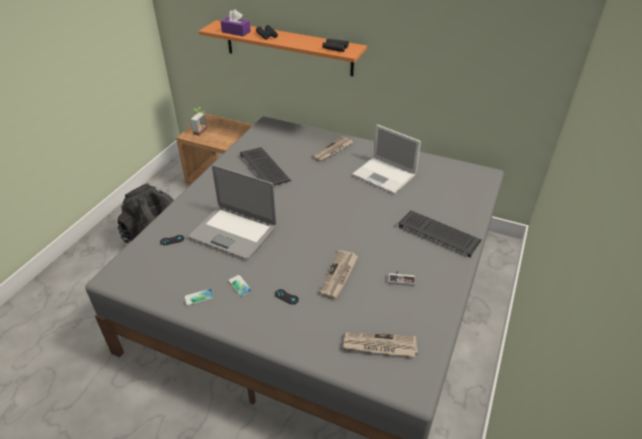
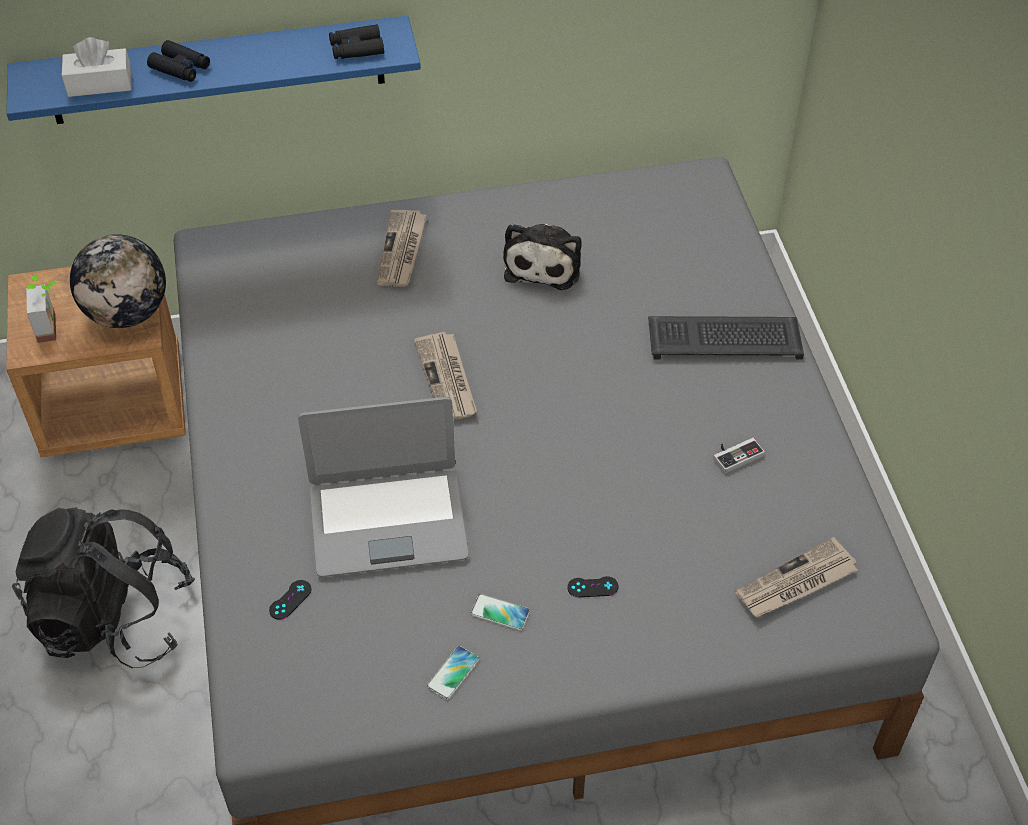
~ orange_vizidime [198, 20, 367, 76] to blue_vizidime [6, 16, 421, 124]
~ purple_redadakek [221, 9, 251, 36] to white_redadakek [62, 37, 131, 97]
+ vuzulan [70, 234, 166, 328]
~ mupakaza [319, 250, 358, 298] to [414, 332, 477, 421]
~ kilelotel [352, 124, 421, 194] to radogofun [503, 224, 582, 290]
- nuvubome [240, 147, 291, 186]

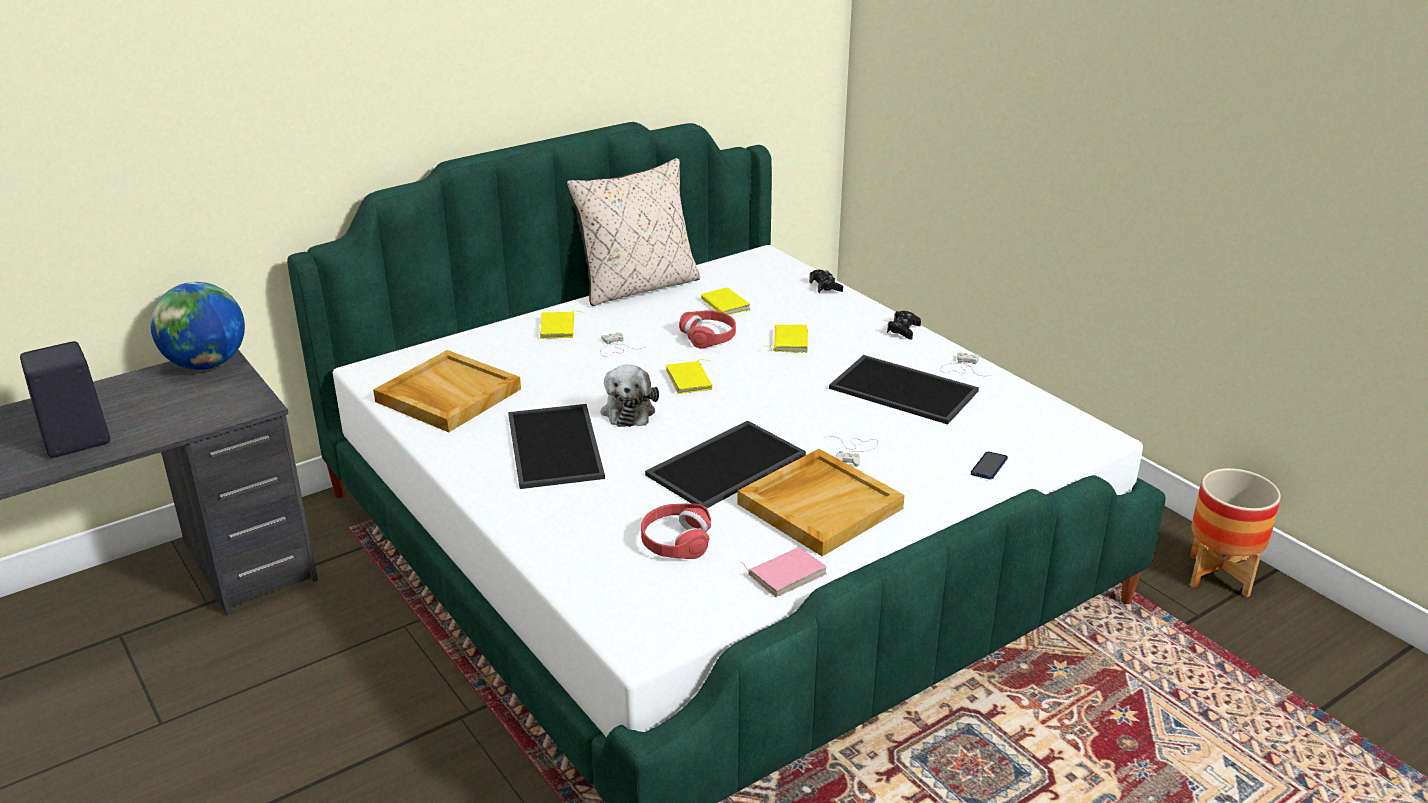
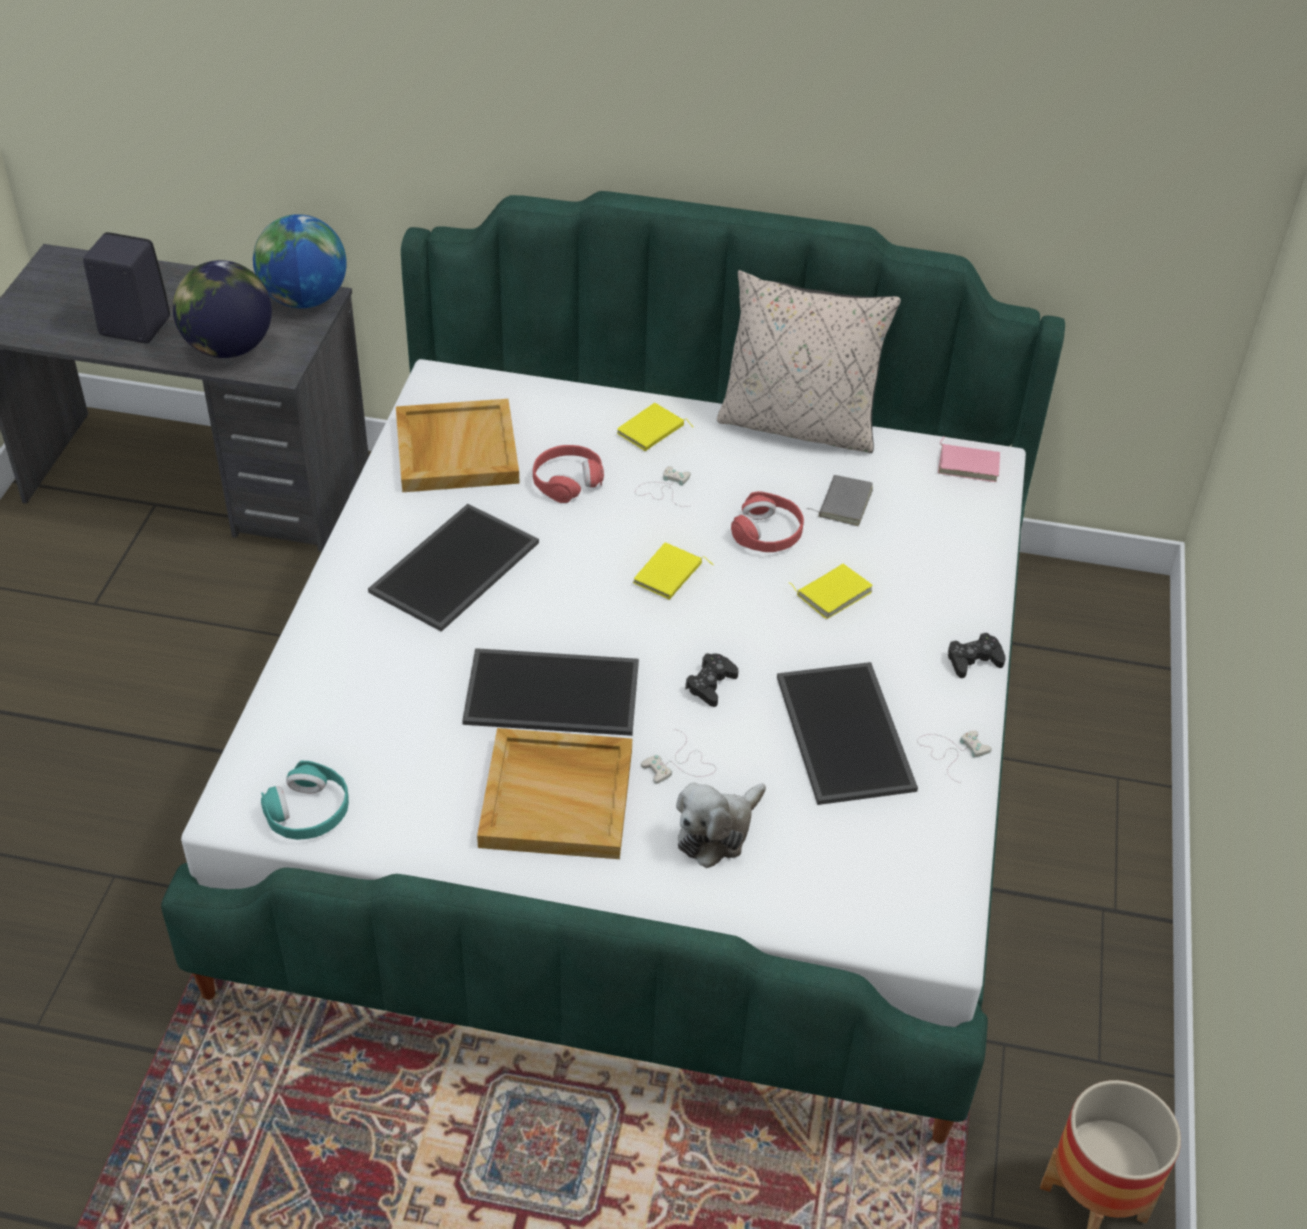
+ vuzulan [173, 260, 272, 358]
+ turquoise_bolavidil [261, 761, 349, 840]
~ red_bolavidil [641, 504, 711, 559] to [533, 445, 604, 503]
~ radogofun [601, 365, 659, 427] to [676, 782, 766, 868]
~ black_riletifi [809, 270, 843, 293] to [685, 653, 738, 707]
~ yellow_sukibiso [701, 287, 750, 315] to grey_sukibiso [807, 475, 873, 526]
~ pink_sukibiso [740, 547, 827, 597] to [938, 436, 1000, 482]
- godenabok [971, 452, 1008, 479]

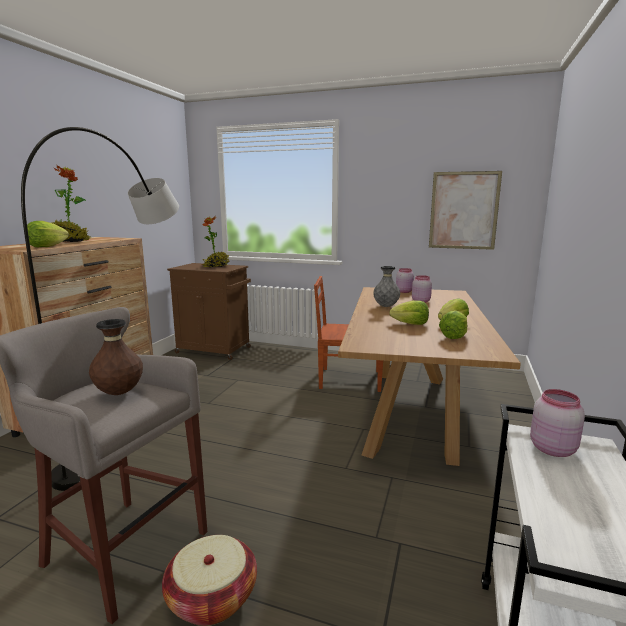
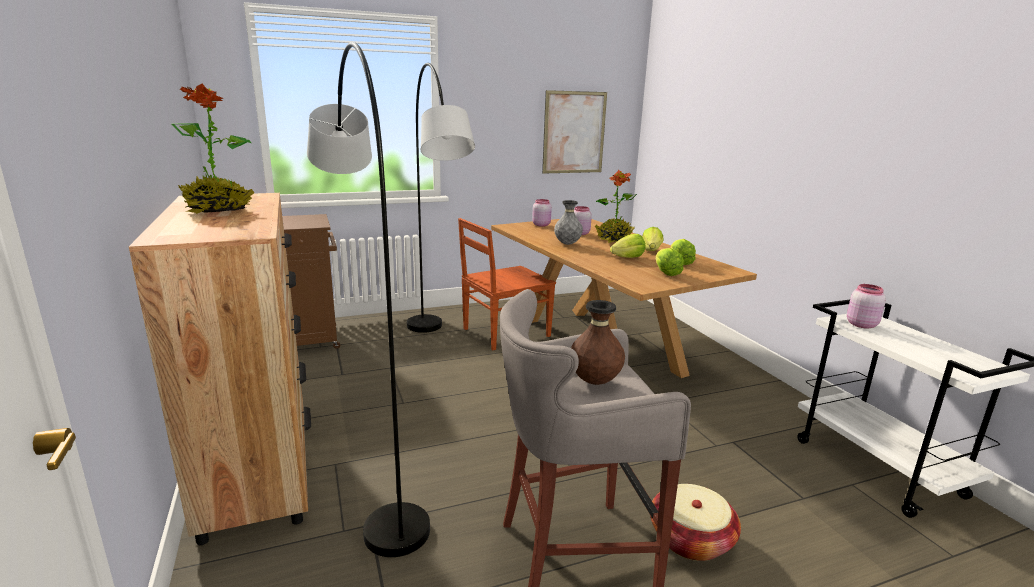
+ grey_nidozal [407, 63, 475, 333]
~ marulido [202, 216, 229, 267] to [595, 170, 637, 243]
~ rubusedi [27, 221, 69, 247] to [656, 248, 684, 276]

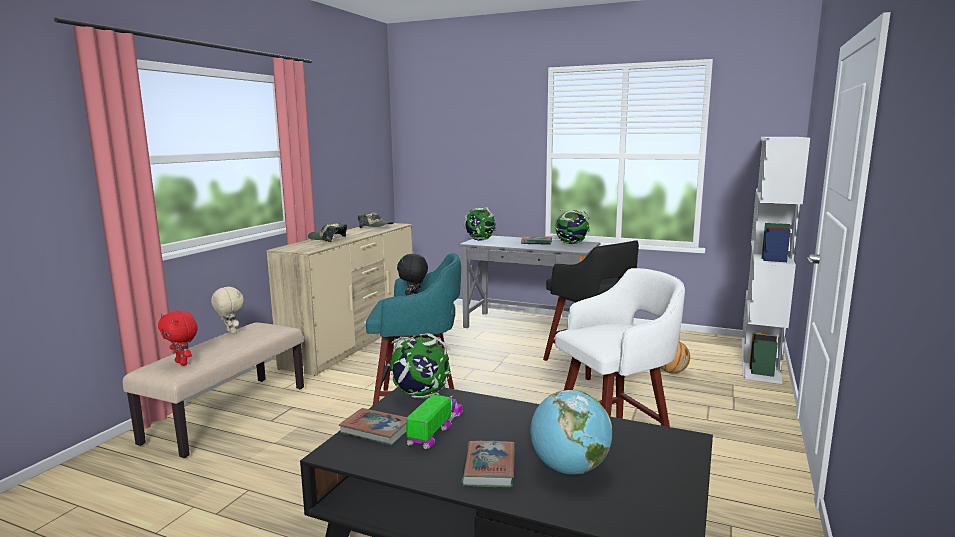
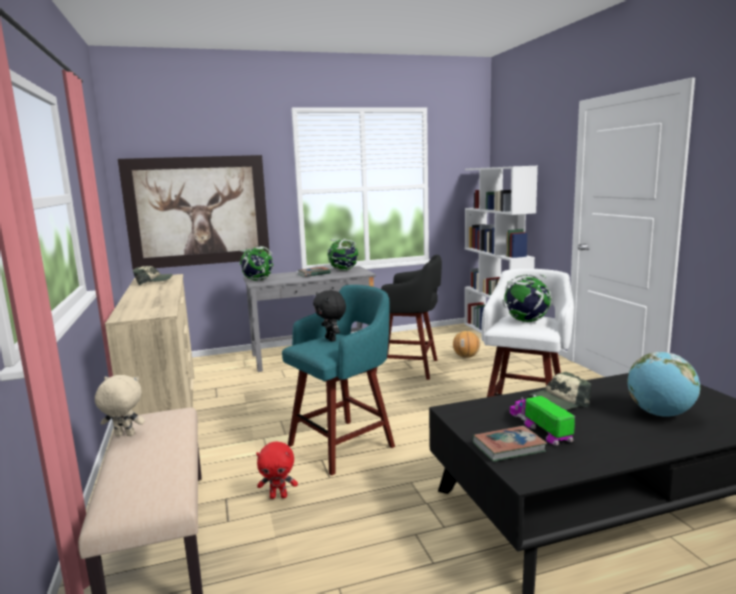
+ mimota [118, 155, 269, 270]
~ red_radogofun [158, 311, 198, 366] to [256, 441, 298, 499]
~ vuzulan [387, 333, 451, 399] to [502, 274, 552, 322]
~ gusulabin [308, 223, 347, 242] to [529, 372, 591, 410]
- sukibiso [461, 441, 515, 487]

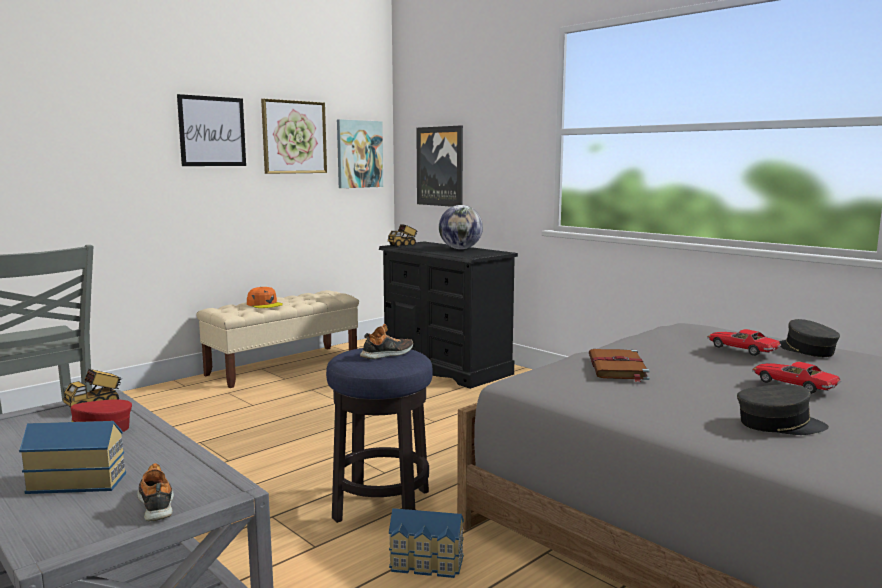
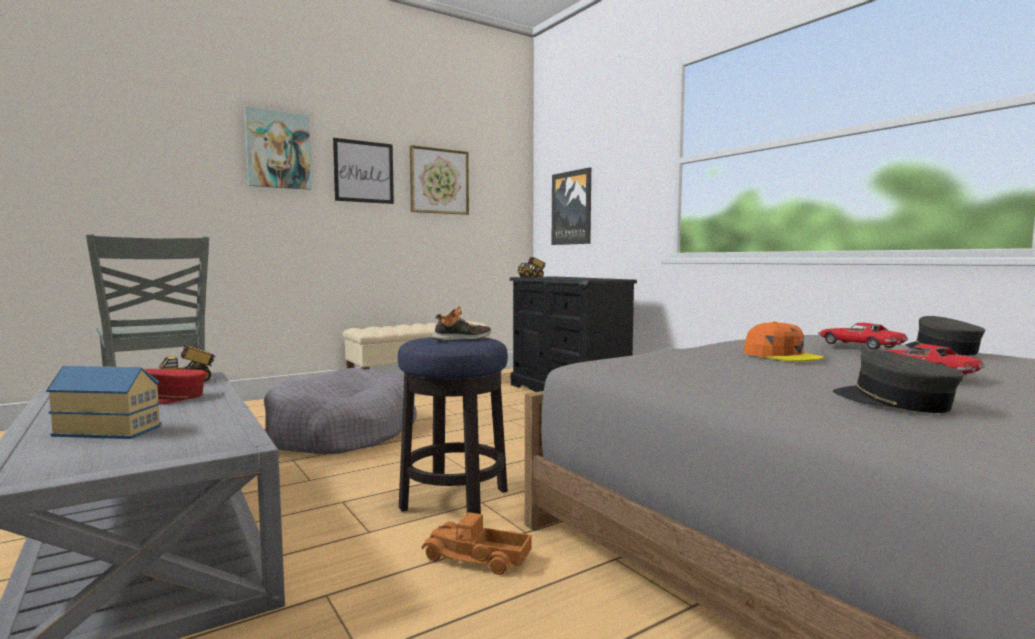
~ mimota [337, 119, 383, 188] to [244, 106, 312, 190]
+ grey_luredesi [264, 368, 417, 454]
~ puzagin [389, 508, 464, 578] to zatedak [421, 512, 531, 575]
~ orange_gusulabin [247, 287, 283, 308] to [744, 322, 824, 361]
~ grey_gusulabin [737, 384, 829, 435] = [833, 349, 964, 413] 135 degrees counterclockwise
- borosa [137, 463, 174, 521]
- vuzulan [439, 205, 483, 249]
- brown_sukibiso [589, 349, 650, 382]

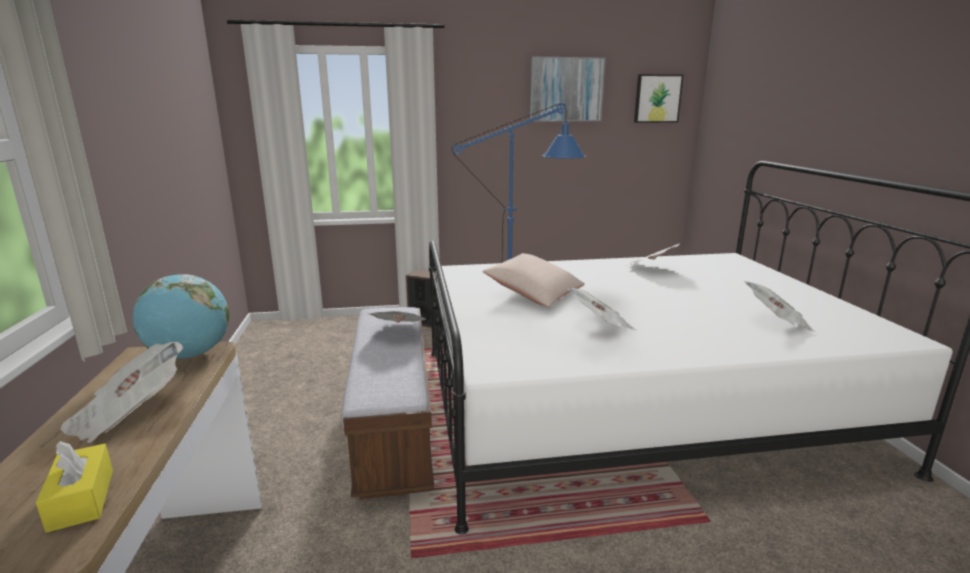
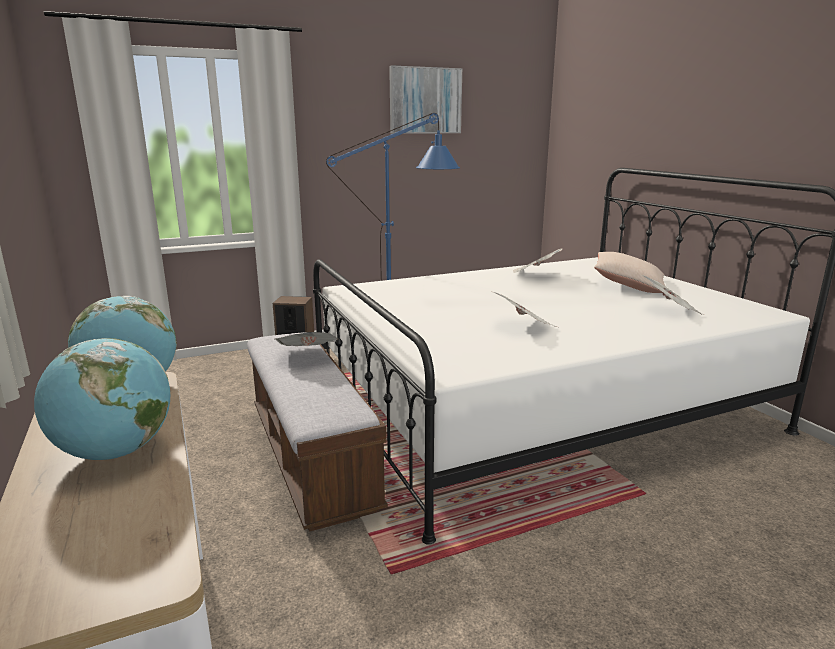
~ mupakaza [60, 342, 183, 443] to vuzulan [34, 338, 170, 460]
~ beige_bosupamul [482, 253, 584, 307] to [594, 252, 665, 293]
- yellow_redadakek [36, 441, 113, 533]
- mimota [634, 74, 684, 123]

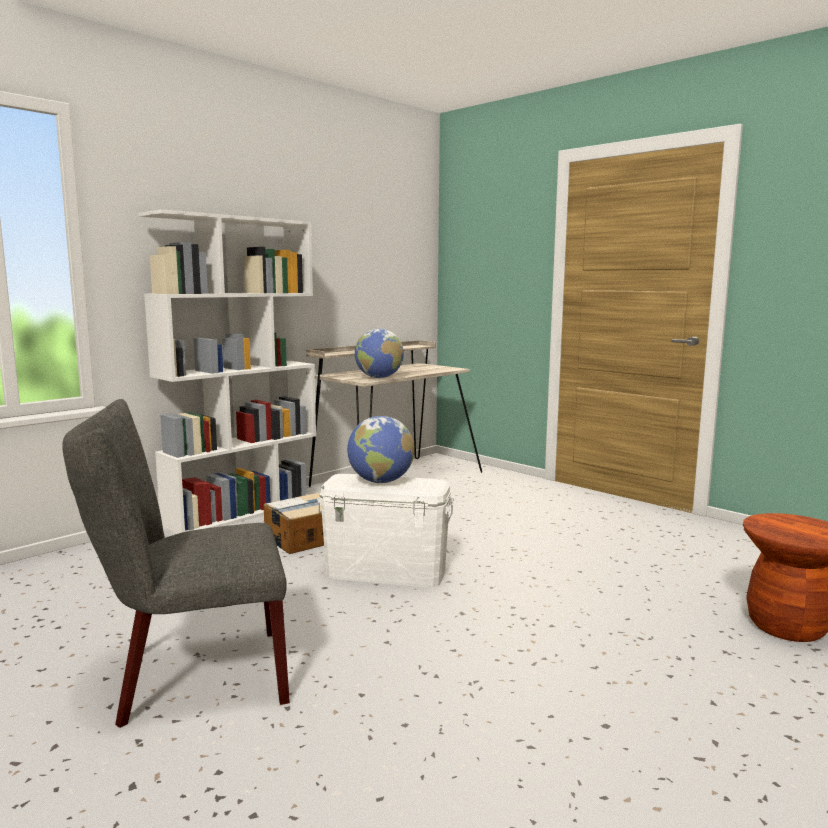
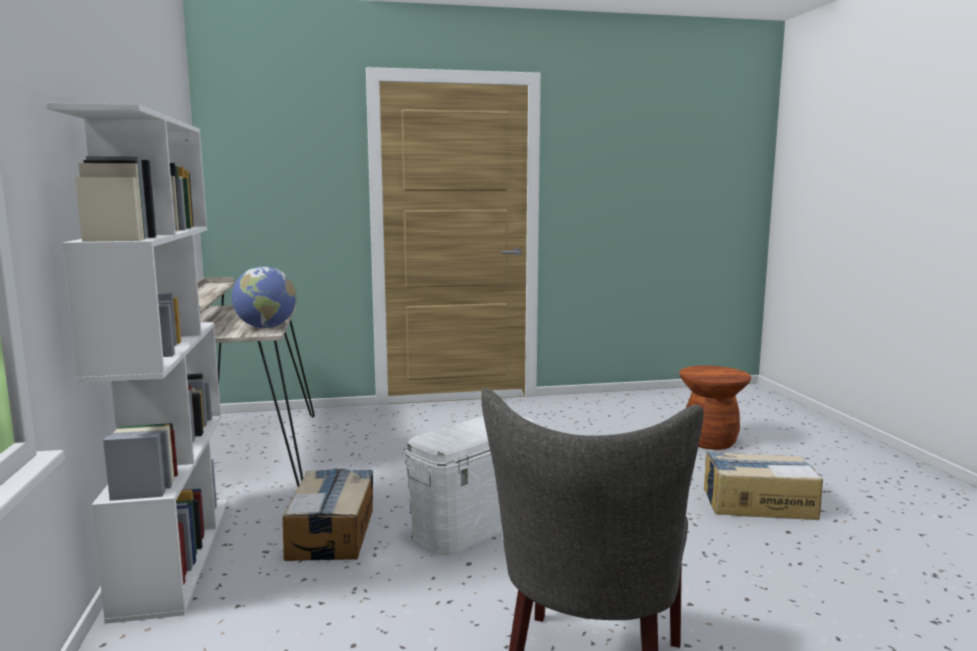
+ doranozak [704, 451, 823, 520]
- vuzulan [347, 416, 415, 483]

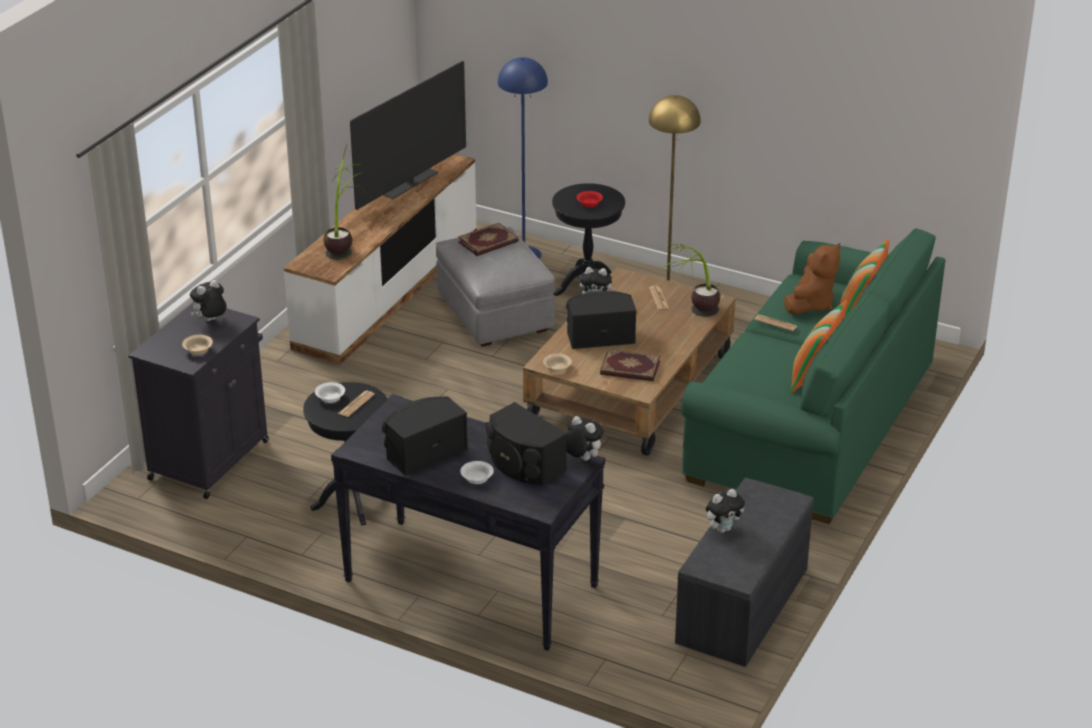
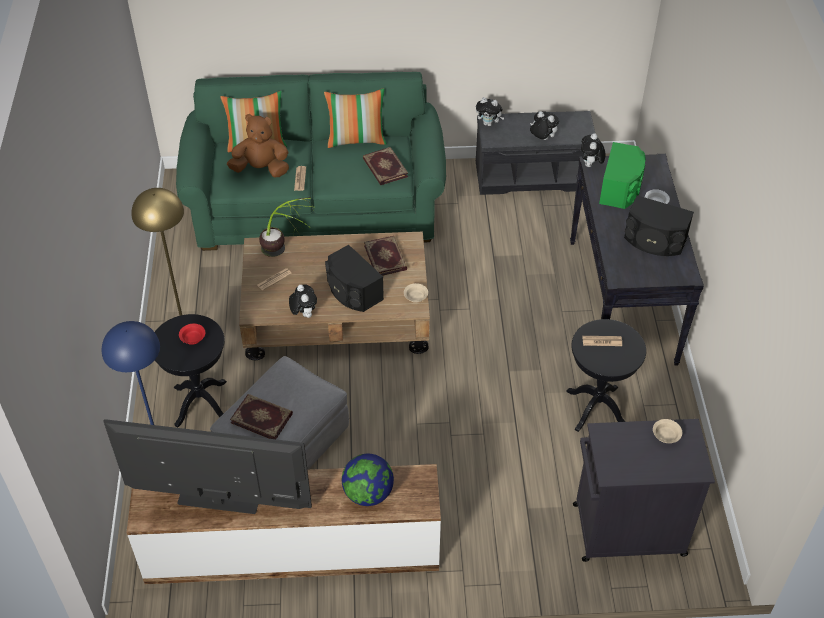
~ marulido [324, 144, 364, 260] to vuzulan [342, 454, 394, 506]
+ sukibiso [363, 147, 408, 185]
~ radogofun [190, 280, 226, 321] to [476, 97, 504, 126]
~ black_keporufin [486, 402, 567, 485] to green_keporufin [599, 142, 645, 209]
- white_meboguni [315, 382, 345, 403]

